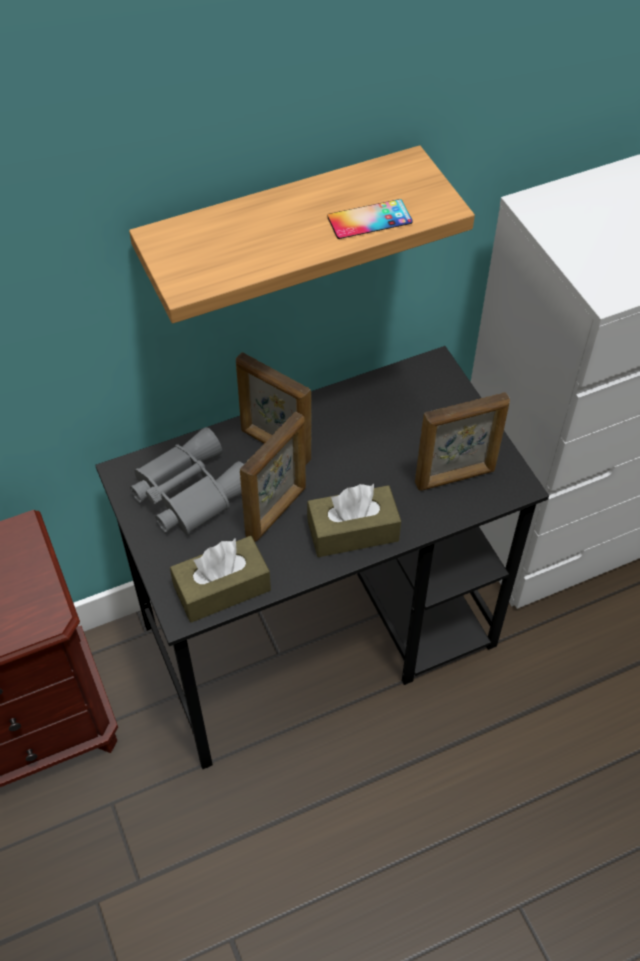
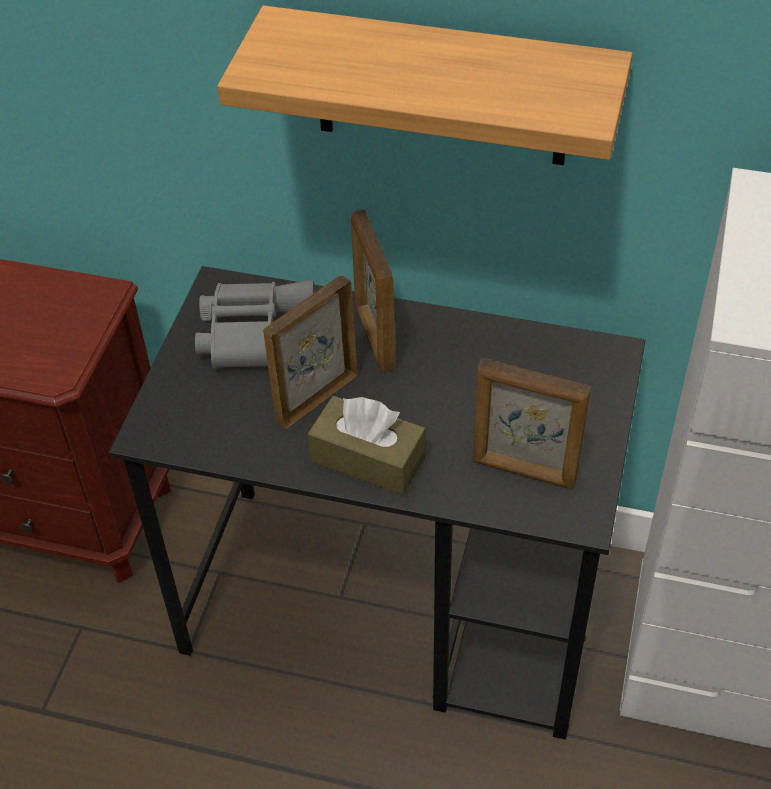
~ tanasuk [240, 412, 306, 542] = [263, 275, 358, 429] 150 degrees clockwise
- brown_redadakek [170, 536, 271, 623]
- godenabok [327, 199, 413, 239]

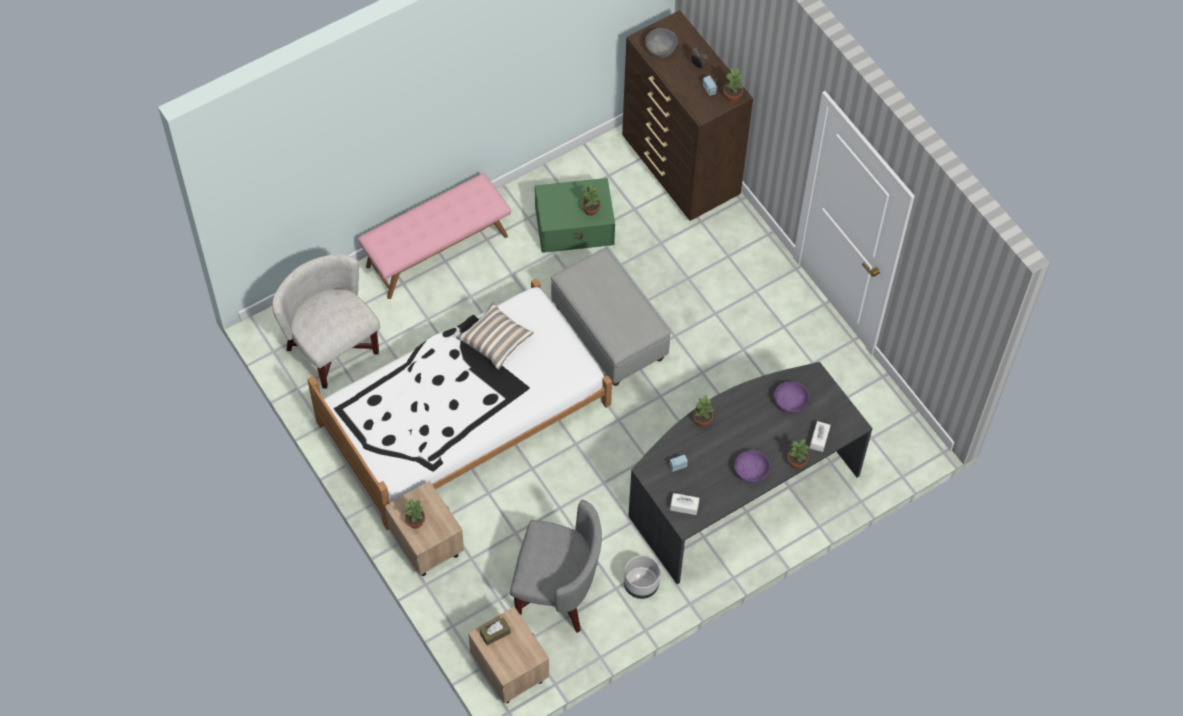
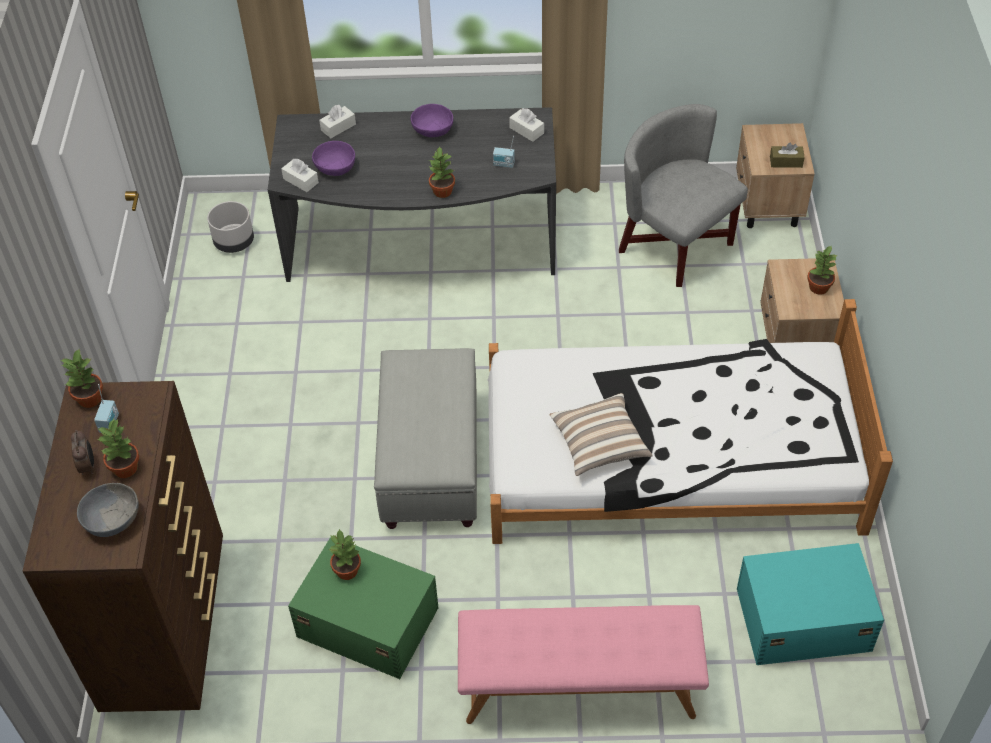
~ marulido [788, 440, 809, 469] to [97, 418, 139, 478]
~ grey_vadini [624, 555, 660, 599] to [207, 201, 254, 253]
+ white_redadakek [281, 159, 319, 192]
~ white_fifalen [272, 254, 380, 389] to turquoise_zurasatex [737, 543, 884, 665]

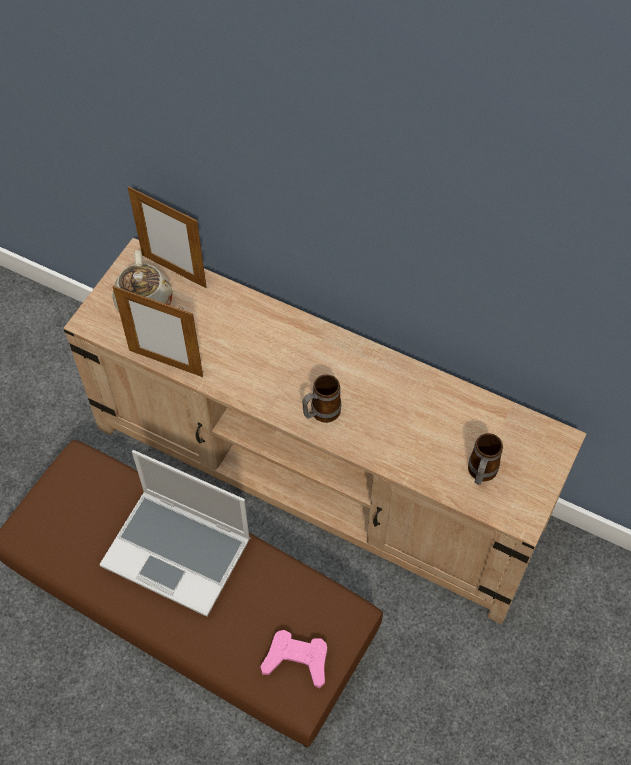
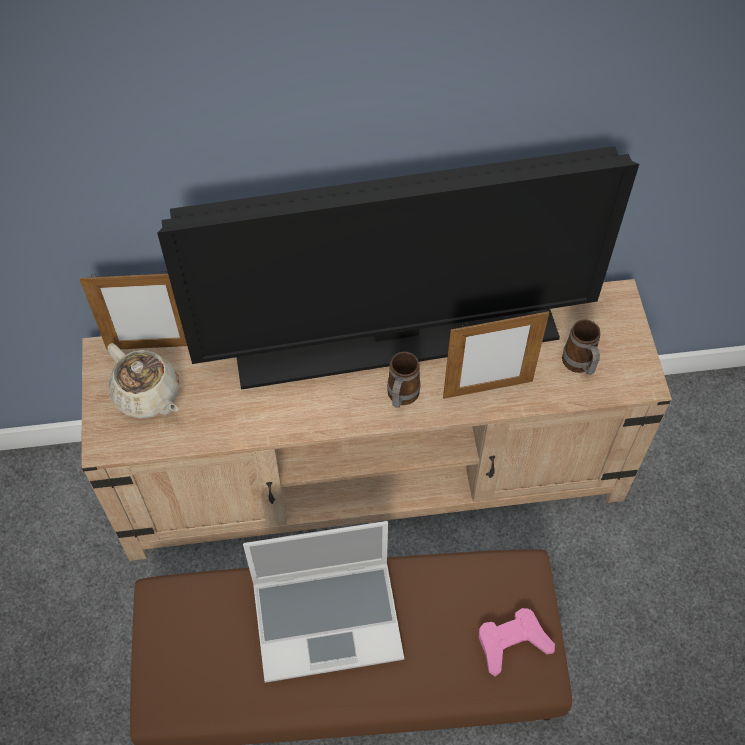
+ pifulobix [157, 146, 639, 390]
~ tanasuk [113, 286, 203, 377] to [443, 311, 549, 399]

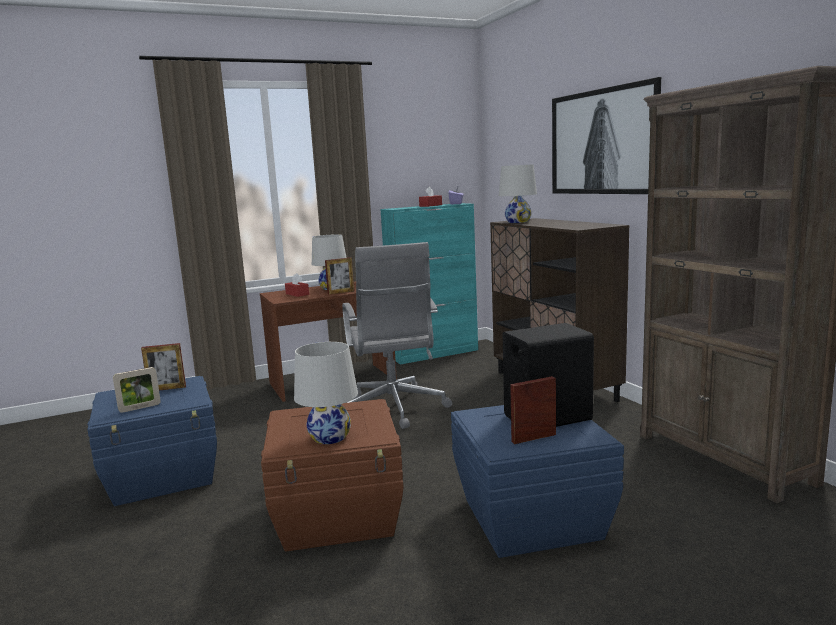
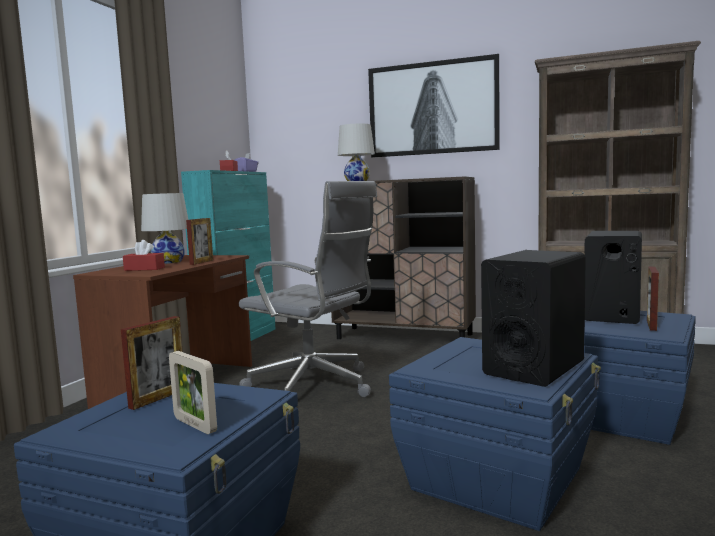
~ tanasuk [113, 367, 161, 413] = [169, 351, 217, 434] 120 degrees clockwise
~ brown_zurasatex [261, 399, 404, 552] to blue_zurasatex [389, 337, 601, 531]
~ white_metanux [294, 342, 358, 444] to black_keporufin [481, 250, 586, 387]

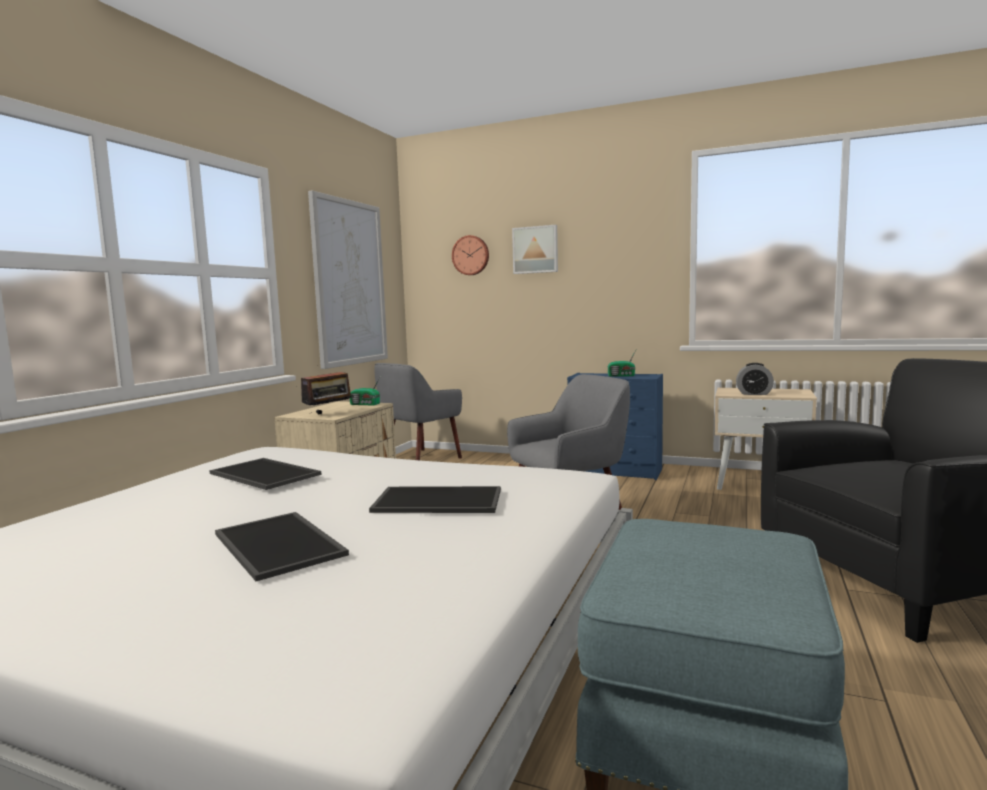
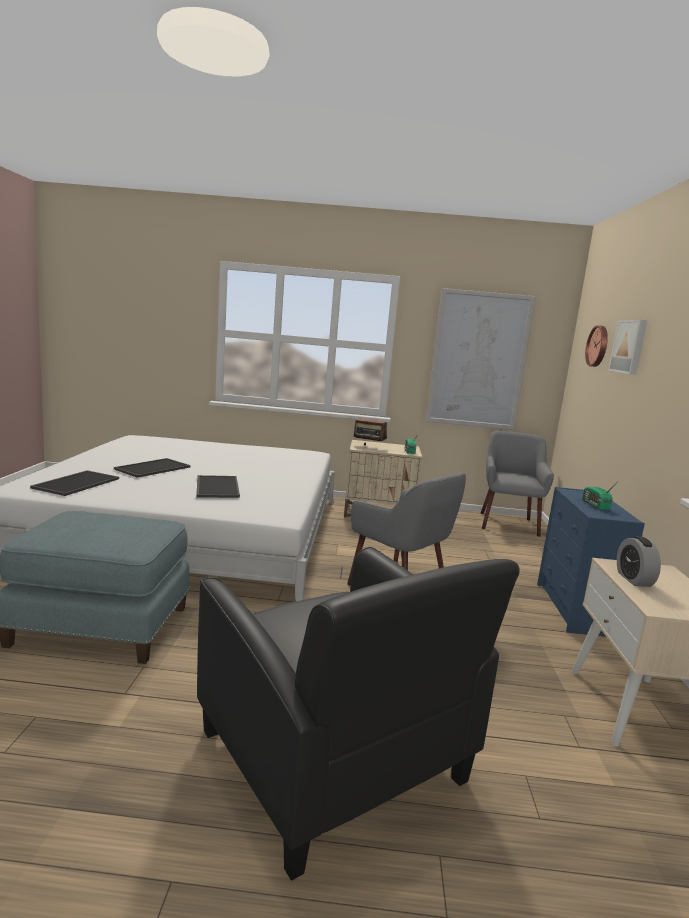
~ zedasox [209, 458, 322, 490] to [30, 470, 119, 496]
~ grey_fifalen [374, 363, 462, 460] = [481, 431, 554, 537] 75 degrees clockwise

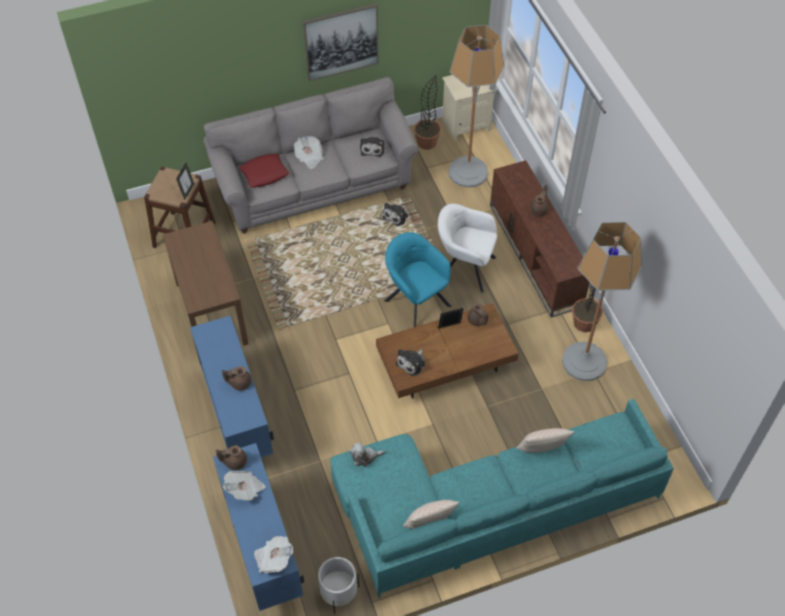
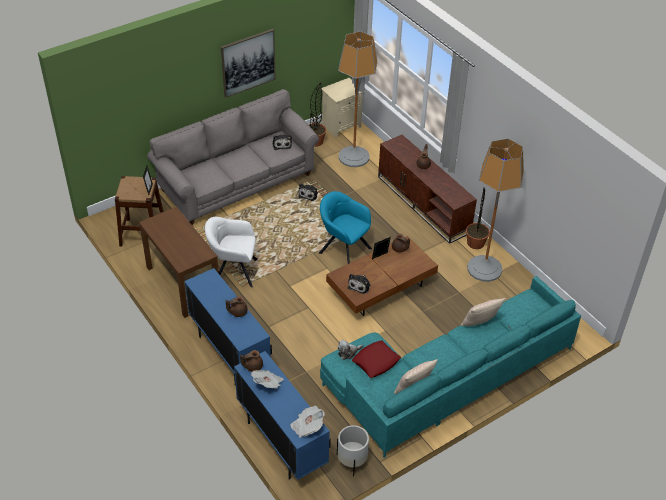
~ white_fifalen [438, 204, 497, 293] to [205, 217, 258, 287]
~ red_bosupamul [239, 154, 290, 188] to [352, 341, 401, 378]
- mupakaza [294, 136, 324, 169]

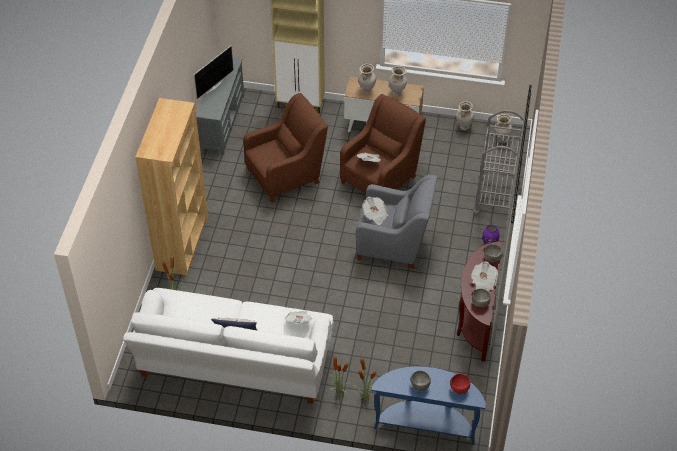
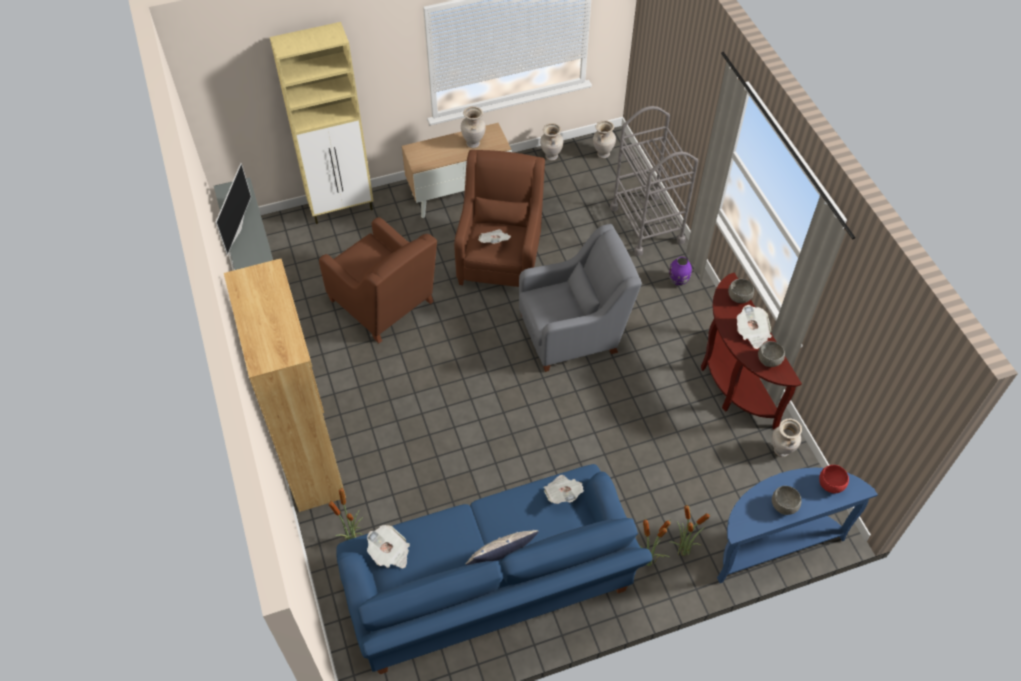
~ brown_fifalen [243, 93, 328, 203] = [319, 217, 437, 343] 105 degrees clockwise
~ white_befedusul [123, 288, 334, 404] to blue_befedusul [336, 464, 653, 674]
~ mupakaza [363, 197, 388, 225] to [367, 525, 410, 568]
~ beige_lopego [358, 64, 376, 94] to [772, 418, 802, 457]

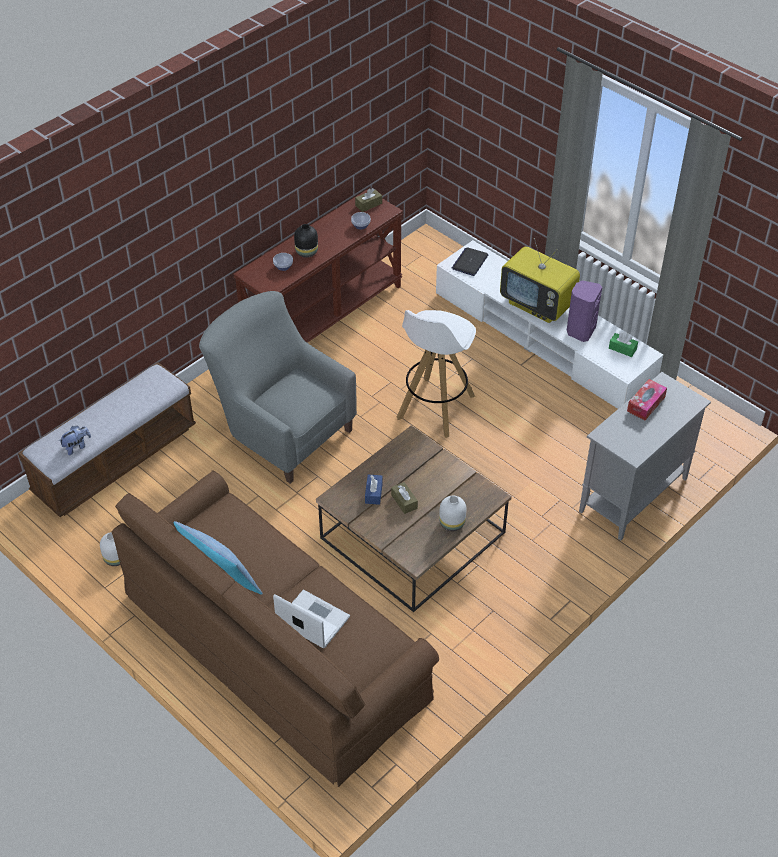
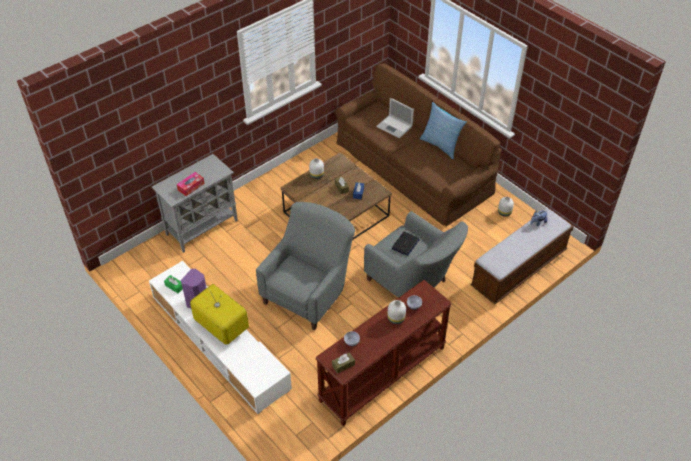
~ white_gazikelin [397, 310, 476, 438] to grey_fifalen [256, 202, 355, 330]
~ black_lopego [294, 224, 318, 257] to white_lopego [387, 300, 406, 324]
~ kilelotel [452, 247, 488, 276] to [391, 231, 420, 256]

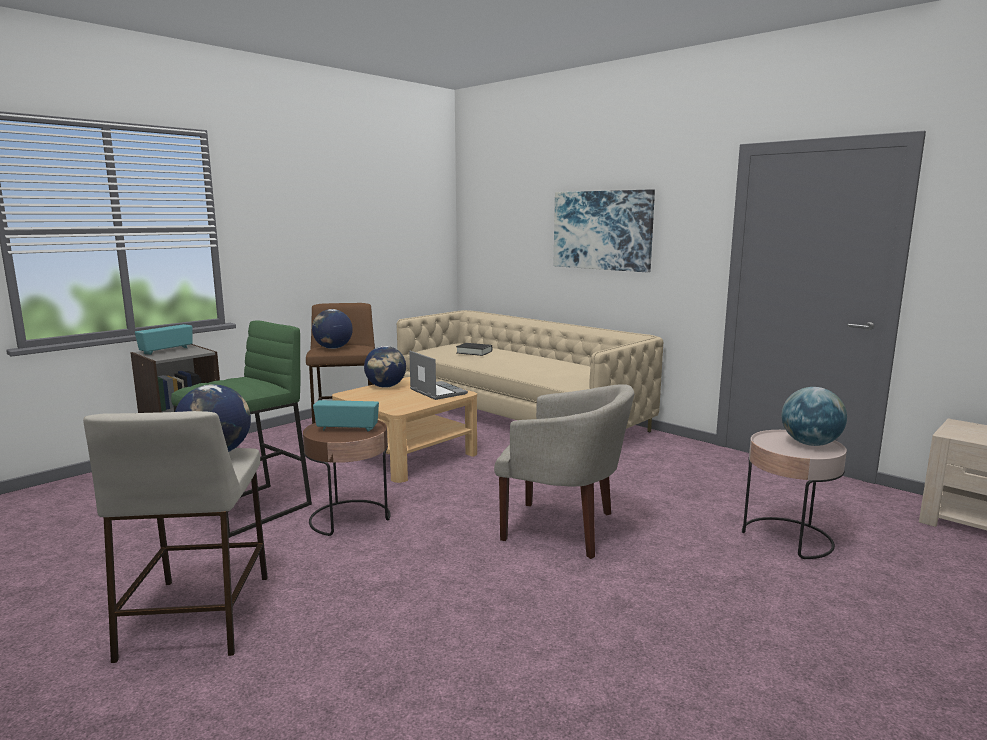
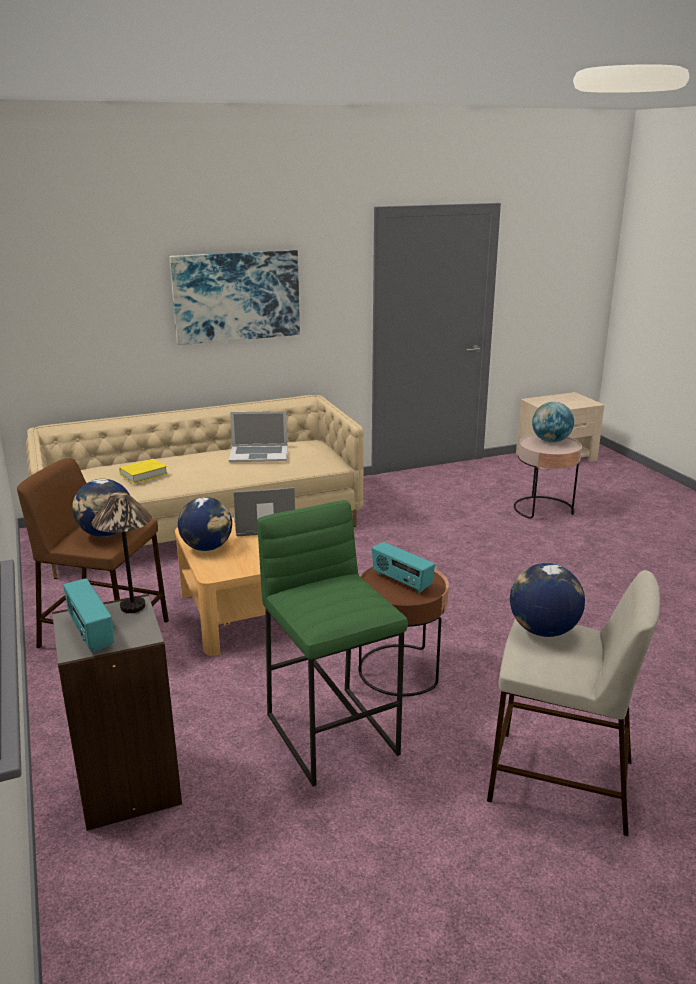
+ metanux [92, 492, 152, 613]
~ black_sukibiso [456, 343, 492, 356] to yellow_sukibiso [119, 459, 167, 484]
+ kilelotel [229, 411, 287, 462]
~ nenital [313, 400, 379, 431] = [372, 542, 435, 593] 75 degrees counterclockwise
- beige_fifalen [494, 385, 634, 559]

